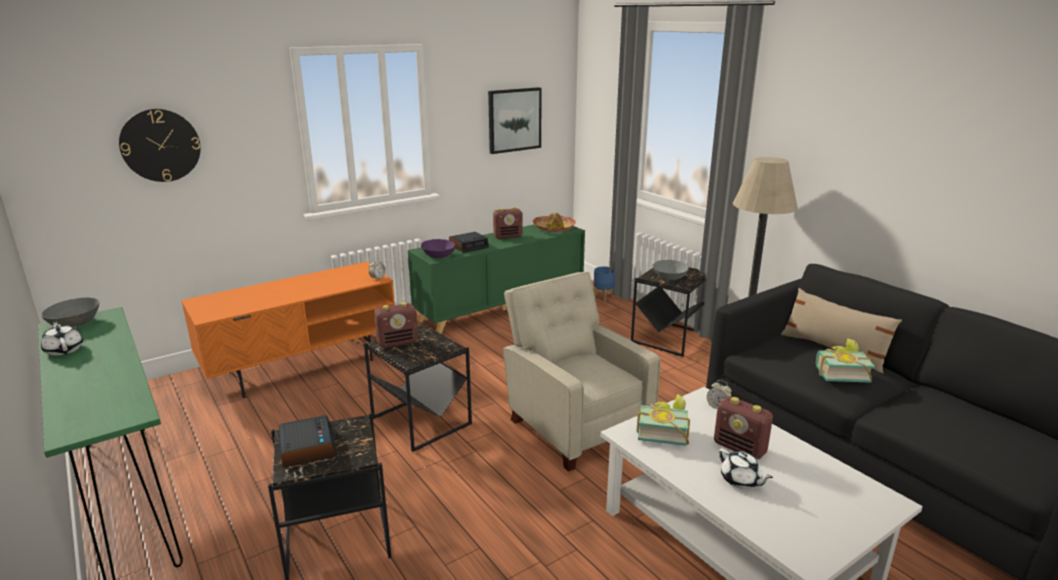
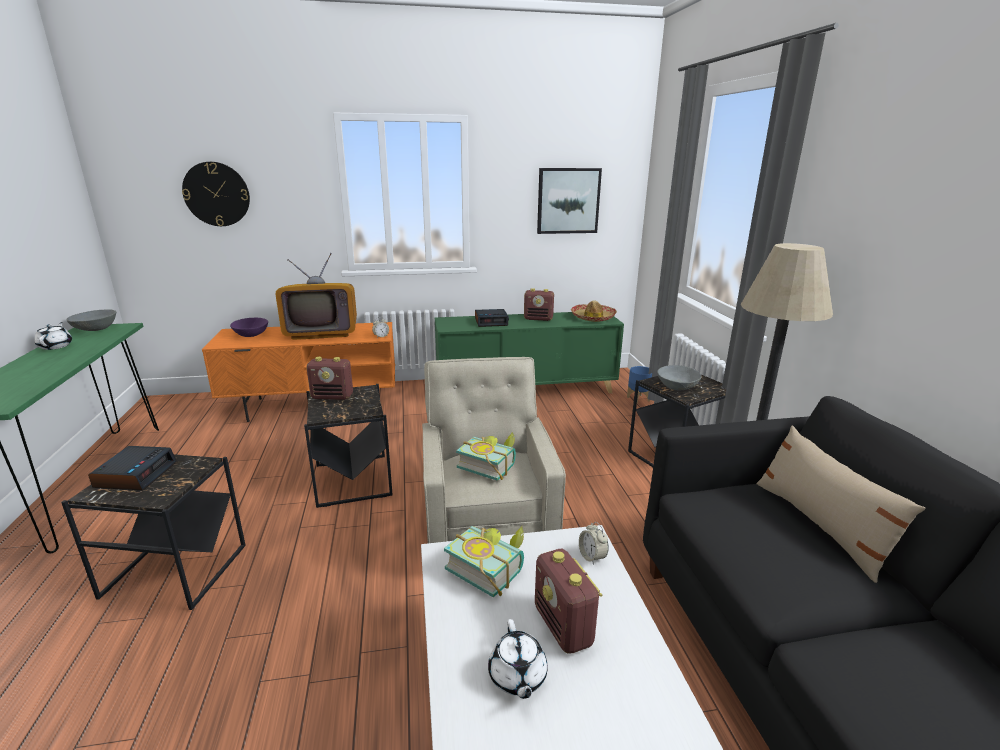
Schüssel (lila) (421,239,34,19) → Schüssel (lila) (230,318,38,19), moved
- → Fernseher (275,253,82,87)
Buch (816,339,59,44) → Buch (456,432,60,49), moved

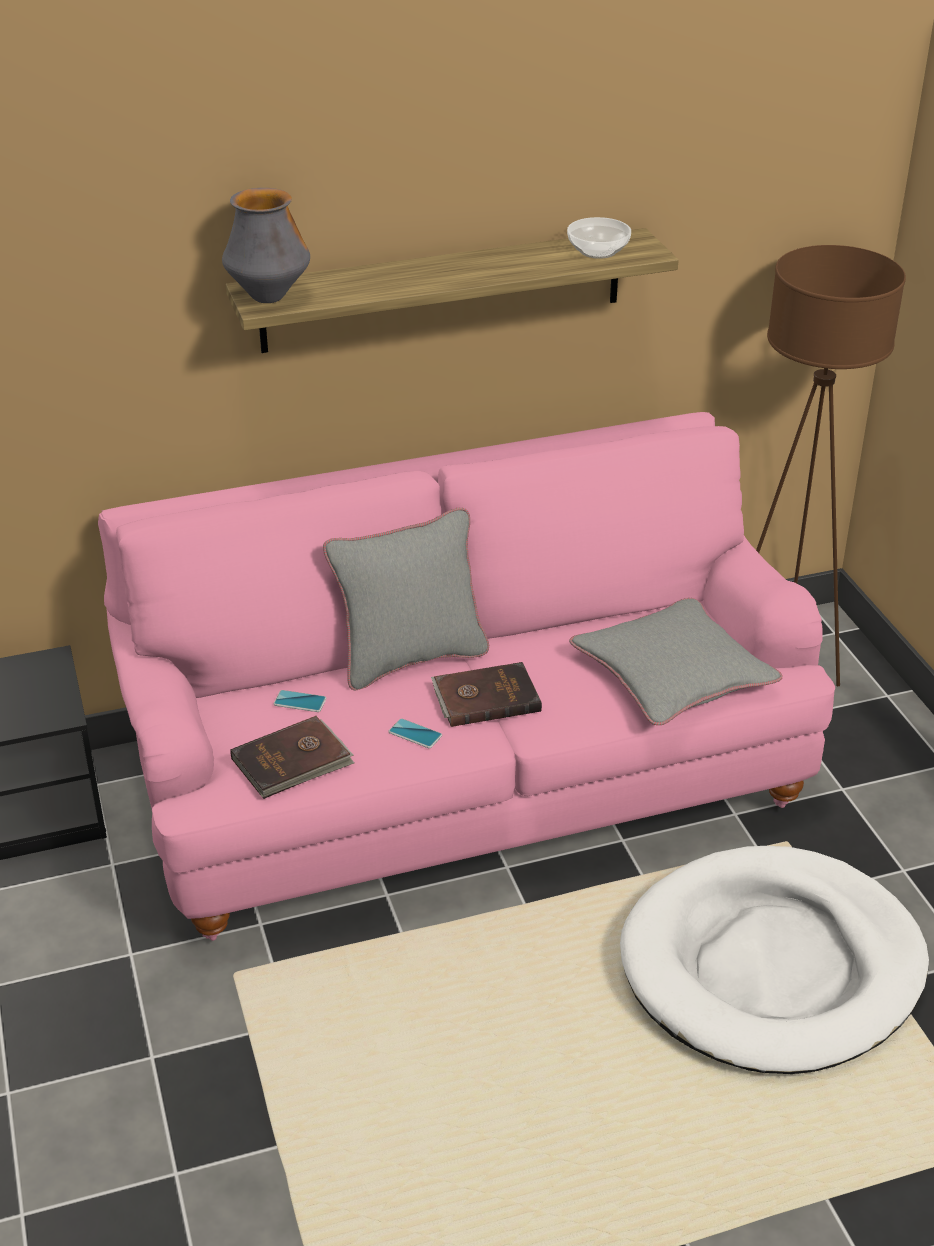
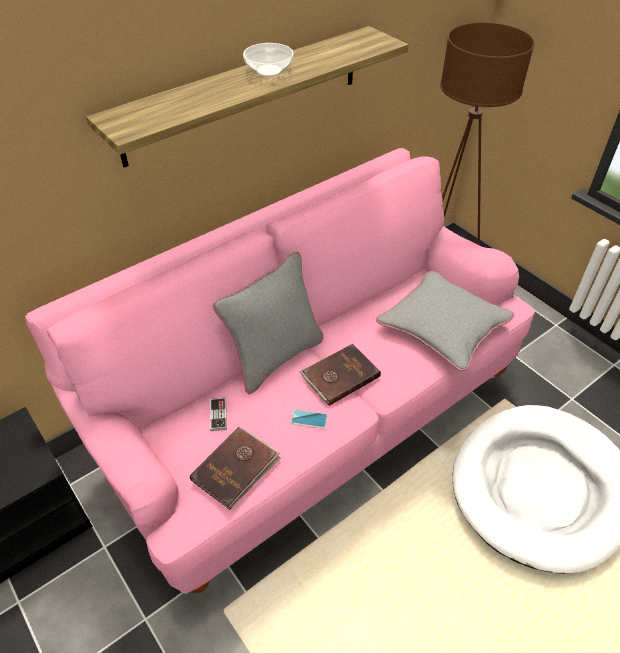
Handy (274,690,52,22) → Gamepad (210,398,17,33)
Schüssel (567,217,64,42) → Schüssel (243,43,50,34), moved
Vase (222,188,88,115) → -

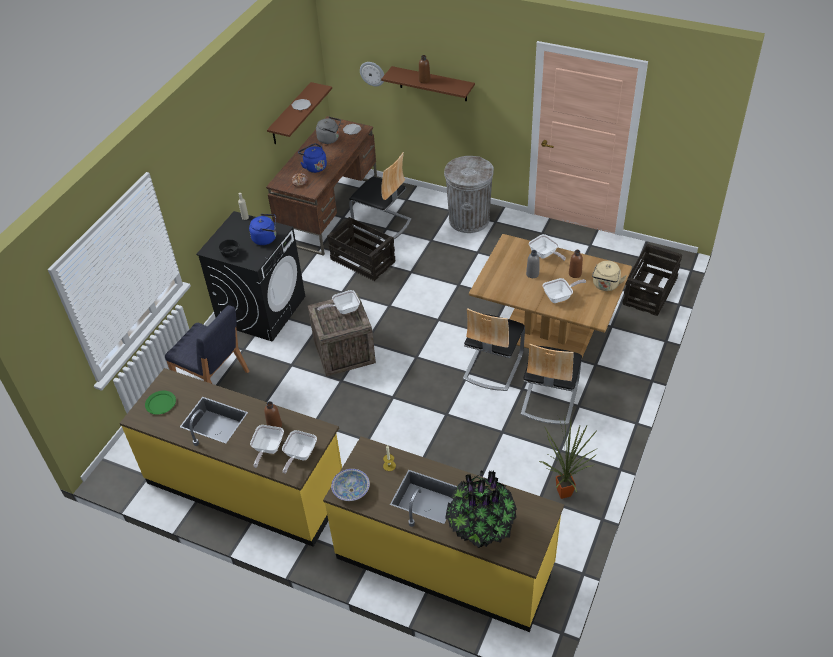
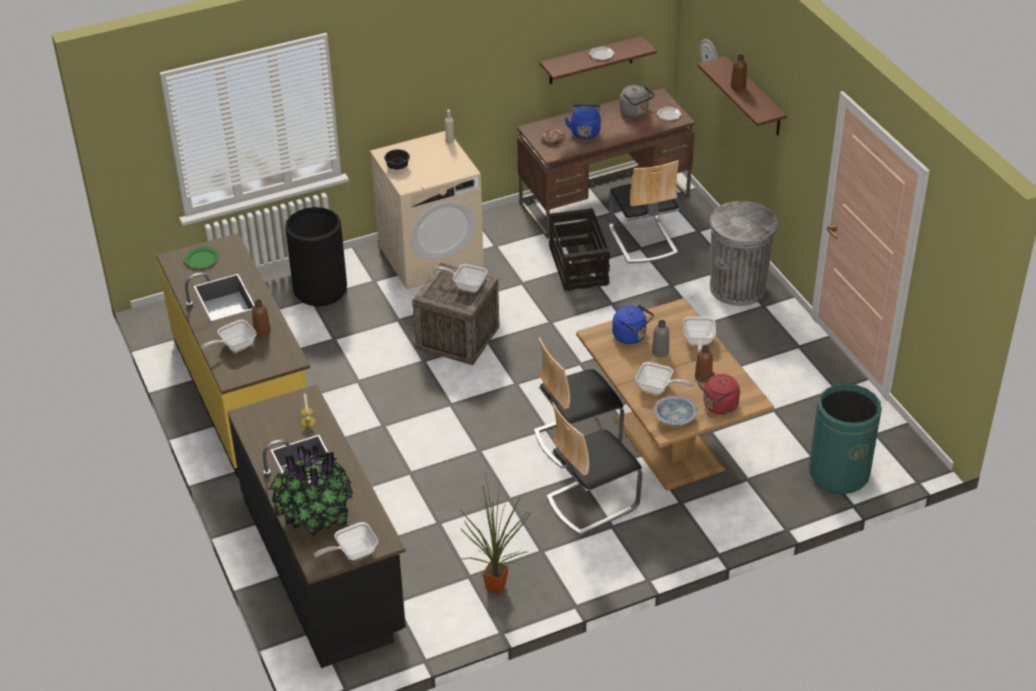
Küchenzeile (gelb) (323,436,241,196) → Küchenzeile (schwarz) (227,384,179,284)
Stuhl (blau) (165,305,84,79) → Mülleimer (schwarz) (285,207,62,99)
Pfanne (282,430,35,44) → Pfanne (314,522,64,38), moved
Waschmaschine (schwarz) (196,211,109,131) → Waschmaschine (beige) (370,131,114,158)
Wasserkessel (blau) (249,214,27,31) → Wasserkessel (blau) (612,305,42,39), moved
Schüssel (331,469,39,32) → Schüssel (654,396,43,30), moved
Wasserkessel (beige) (592,261,35,30) → Wasserkessel (rot) (698,372,42,43)
Kiste (622,244,60,72) → Mülleimer (grün) (809,384,73,110)

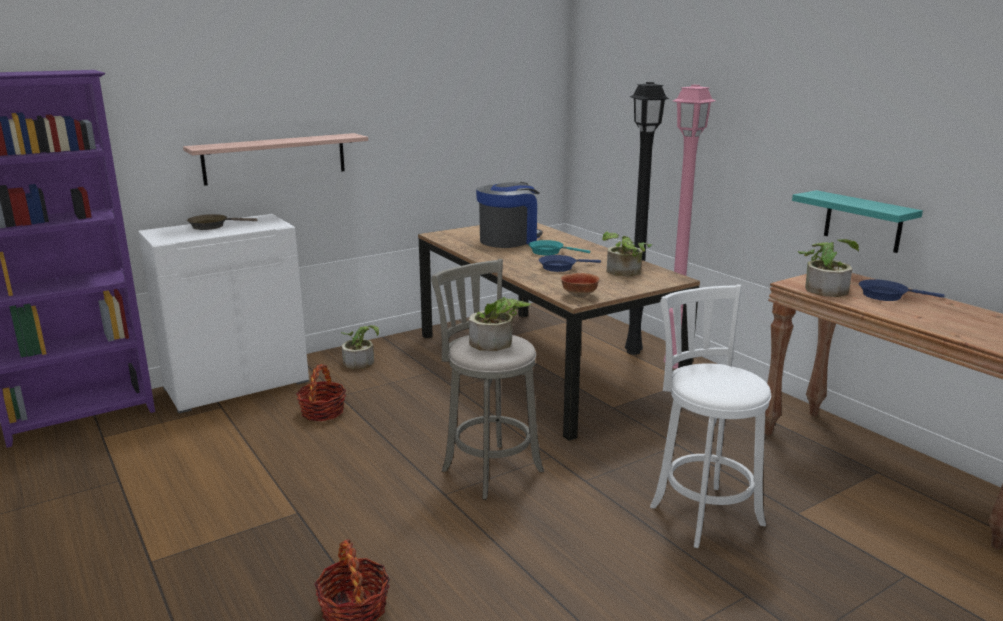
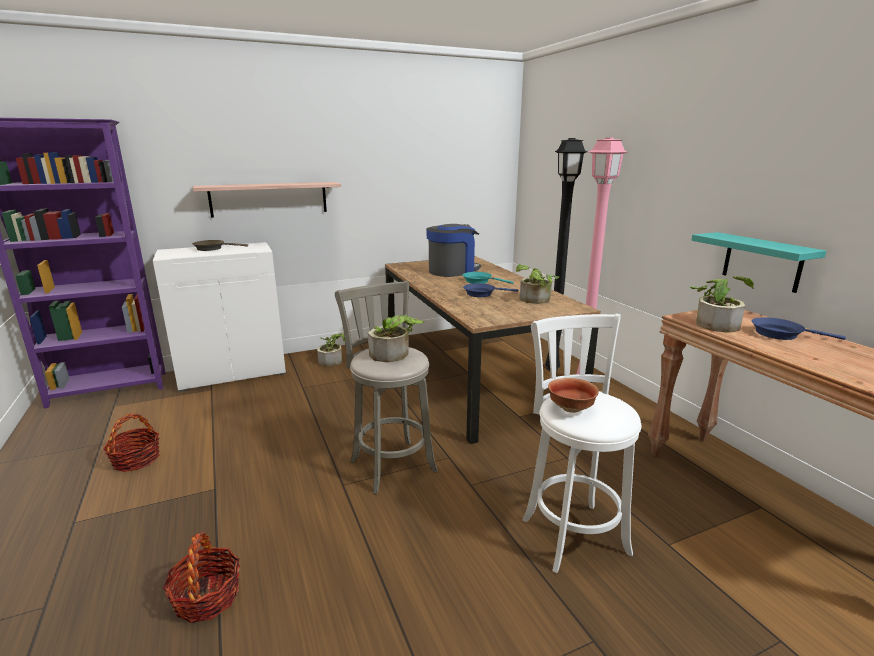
Korb (296,364,50,57) → Korb (103,414,57,58), moved
Schüssel (561,273,38,25) → Schüssel (548,378,51,35), moved

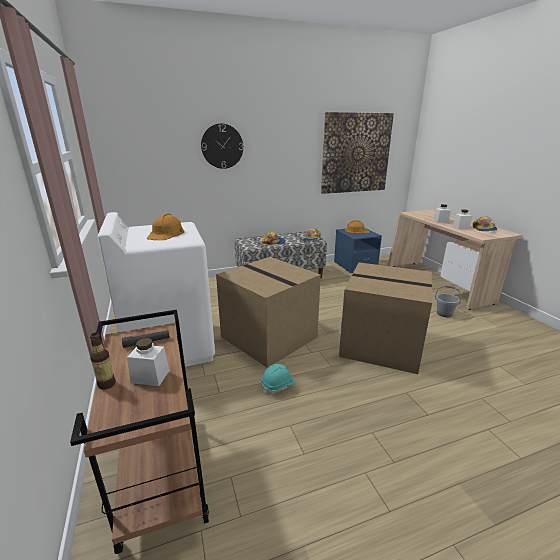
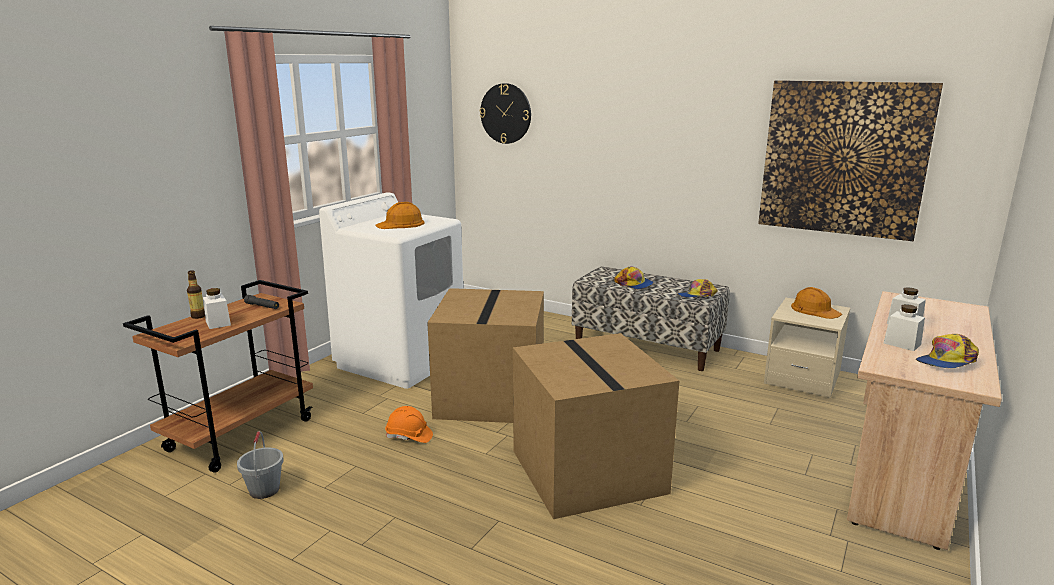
Eimer (grau) (435,286,26,31) → Eimer (grau) (237,431,47,68), moved
Schutzhelm (türkis) (261,364,35,31) → Schutzhelm (orange) (385,406,48,37)
Wanduhr (201,123,42,46) → Wanduhr (480,83,51,61), moved
Nachttisch (blau) (334,228,48,45) → Nachttisch (beige) (764,298,86,100)

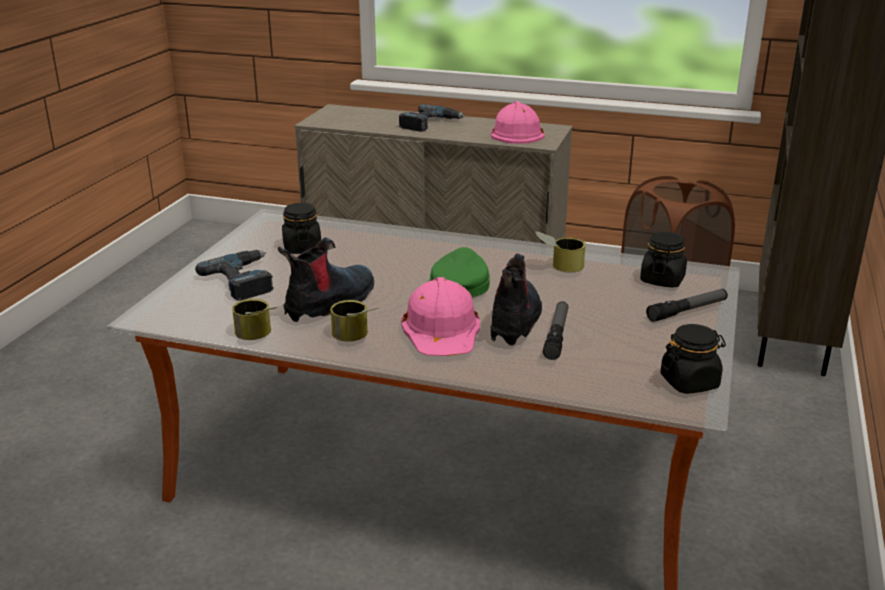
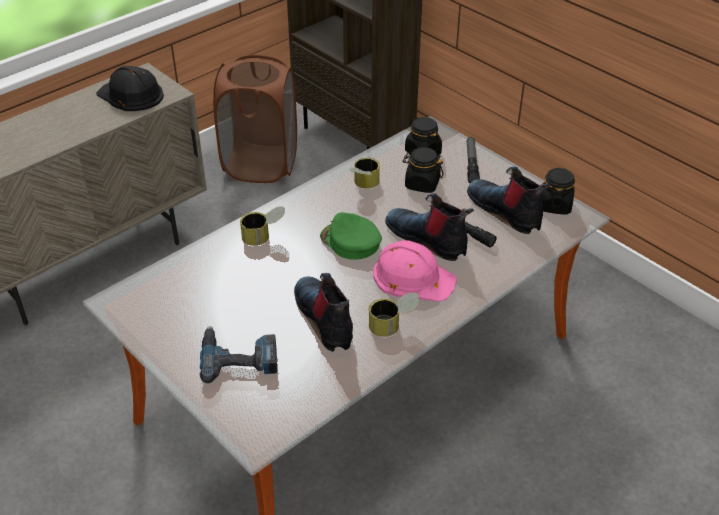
Schutzhelm (rosa) (491,101,54,43) → Schutzhelm (schwarz) (96,66,68,45)
Dose (232,299,45,41) → Dose (240,206,45,40), moved
Vorratsglas (schwarz) (282,203,39,51) → Vorratsglas (schwarz) (402,147,41,46), moved
- → Stiefel (467,167,83,67)
Bohrmaschine (399,104,66,28) → -

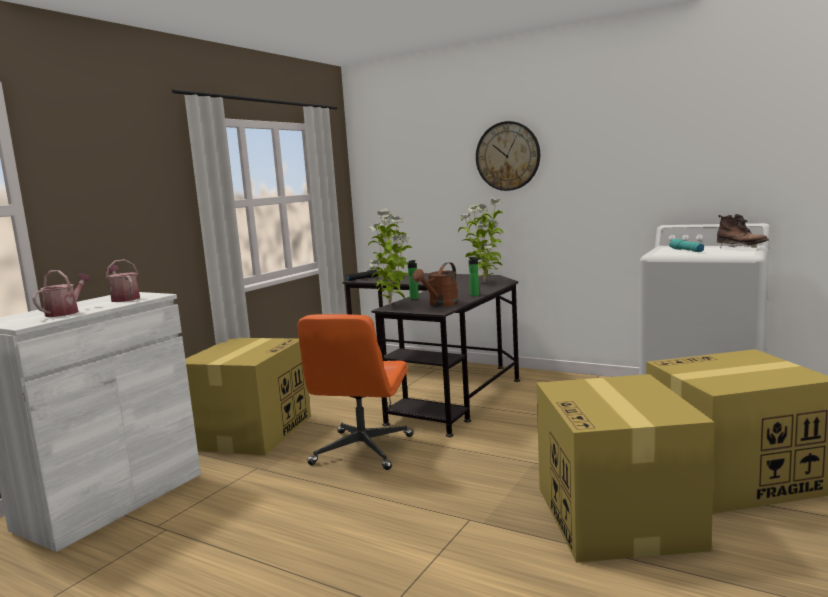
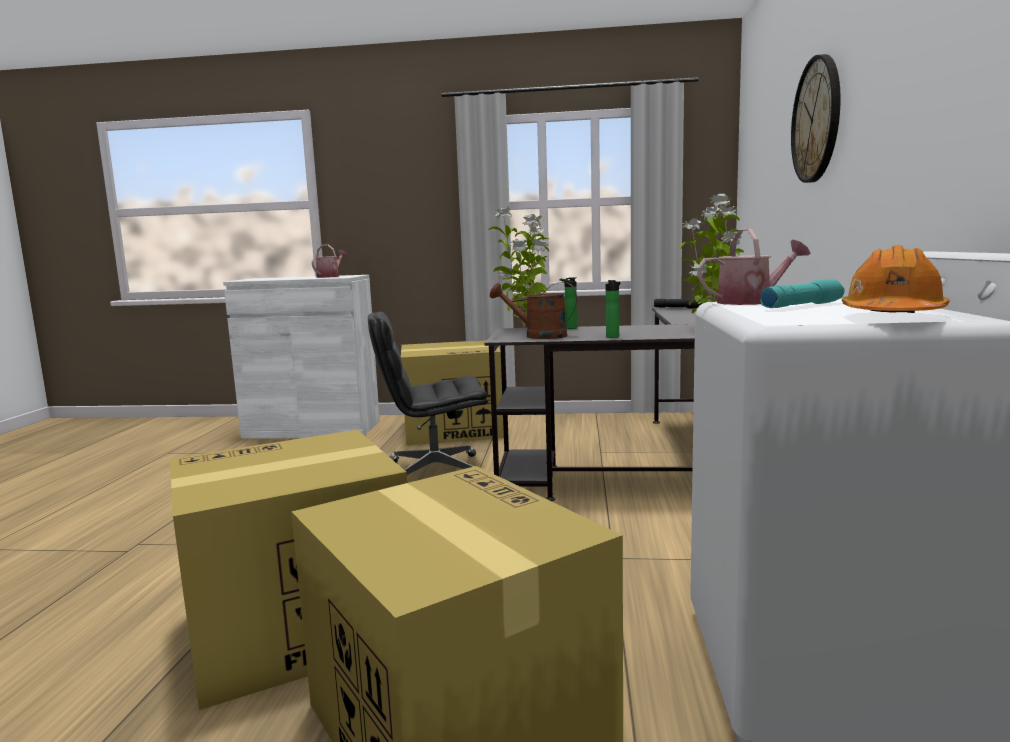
Bürostuhl (orange) (298,314,115,156) → Bürostuhl (schwarz) (368,312,120,163)
Gießkanne (32,270,59,47) → Gießkanne (697,228,113,77), moved
Stiefel (braun) (717,214,52,34) → Schutzhelm (orange) (842,245,108,68)

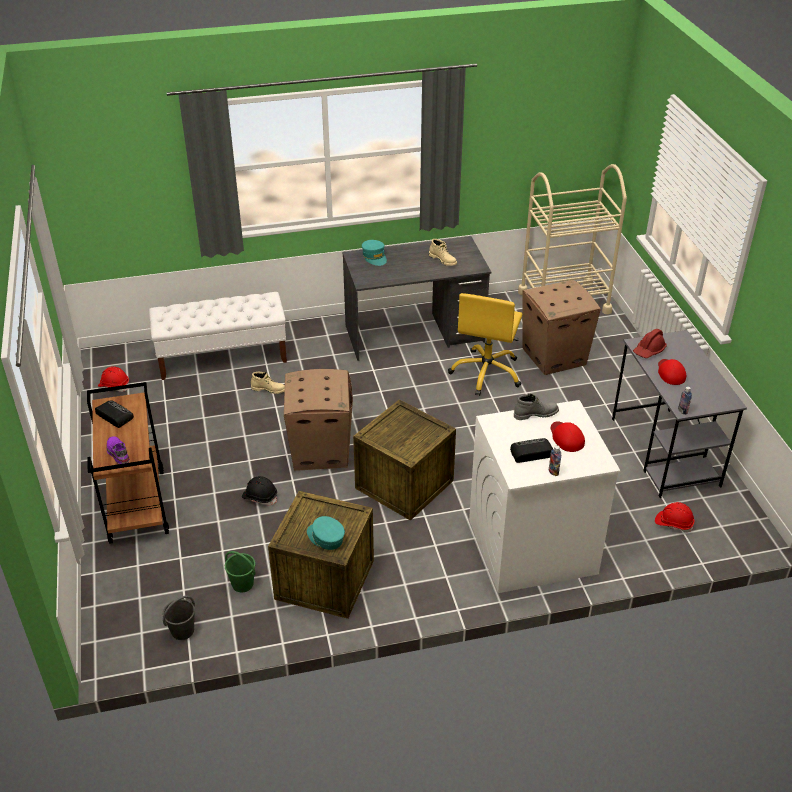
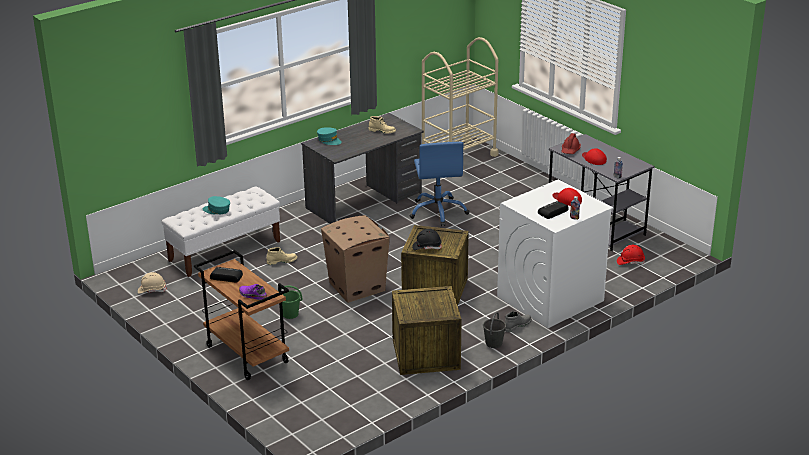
Schutzhelm (rot) (98,366,31,26) → Schutzhelm (beige) (138,272,28,22)
Kappe (türkis) (307,516,38,34) → Kappe (türkis) (203,196,27,18), moved
Eimer (grün) (225,551,31,41) → Eimer (grün) (281,286,21,33), moved
Bürostuhl (gelb) (448,293,74,103) → Bürostuhl (blau) (409,142,61,84)
Schutzhelm (schwarz) (242,476,35,29) → Schutzhelm (schwarz) (412,229,30,21), moved
Eimer (grau) (163,596,32,44) → Eimer (grau) (483,312,23,36), moved
Stiefel (grau) (514,394,45,26) → Stiefel (grau) (505,311,27,21), moved
Karton (523,280,78,95) → -

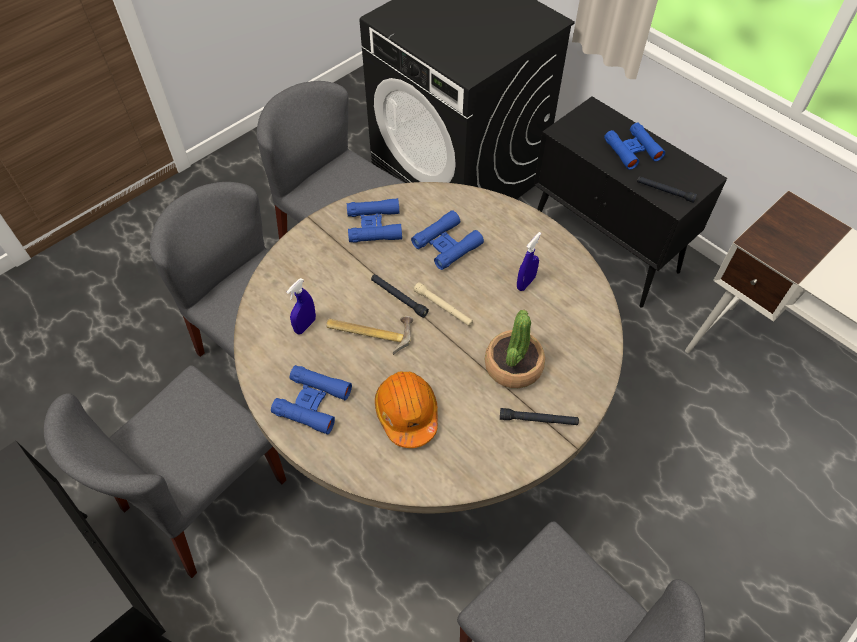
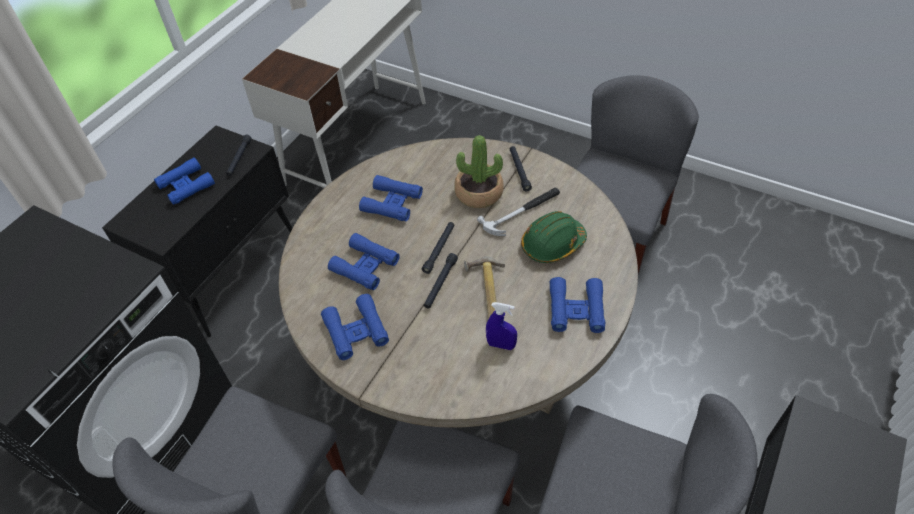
Sprühflasche (blau) (517,232,24,59) → Fernglas (blau) (359,175,64,46)
Taschenlampe (beige) (414,282,59,44) → Taschenlampe (schwarz) (422,222,33,52)
- → Hammer (477,188,83,48)
Schutzhelm (orange) (375,371,63,77) → Schutzhelm (grün) (521,211,66,52)

